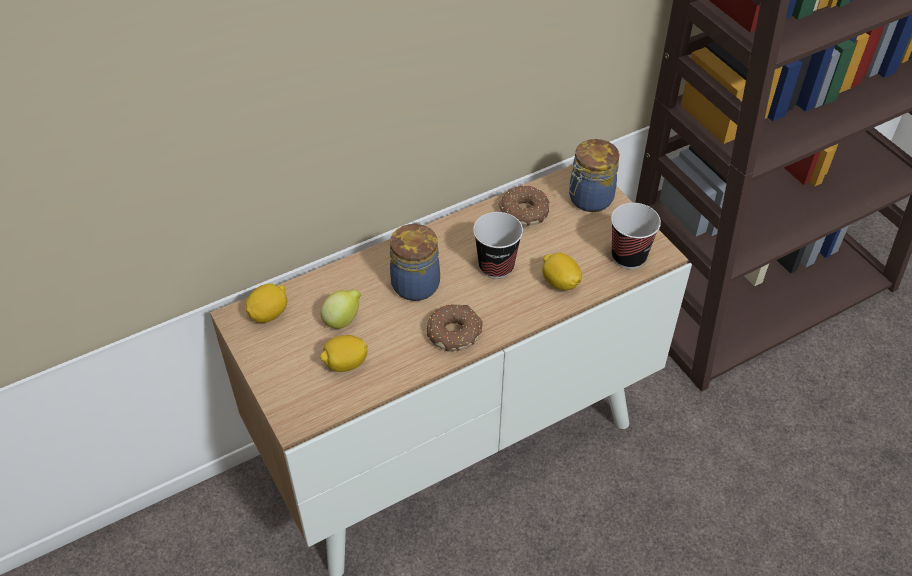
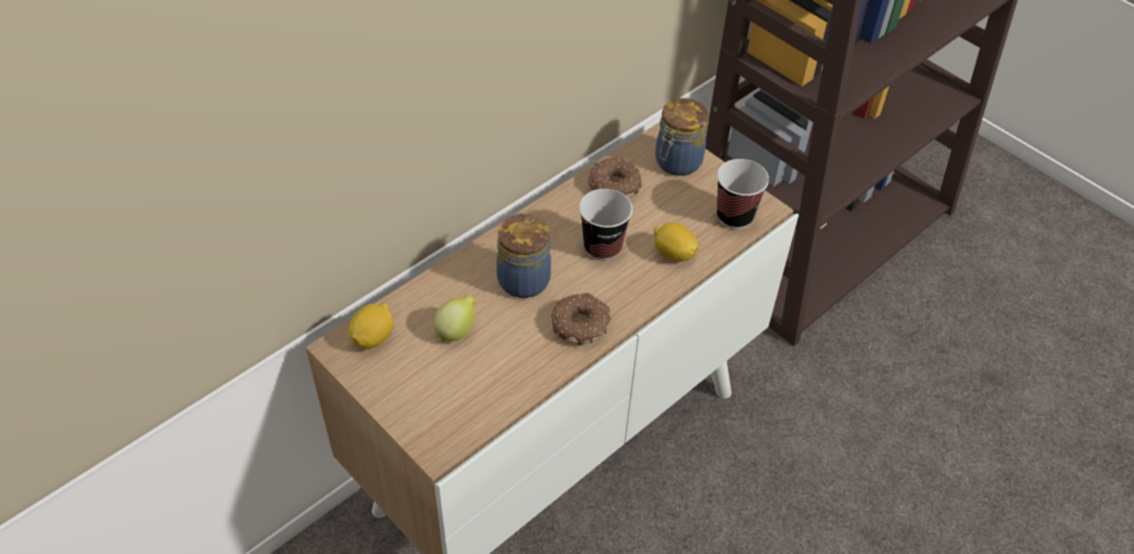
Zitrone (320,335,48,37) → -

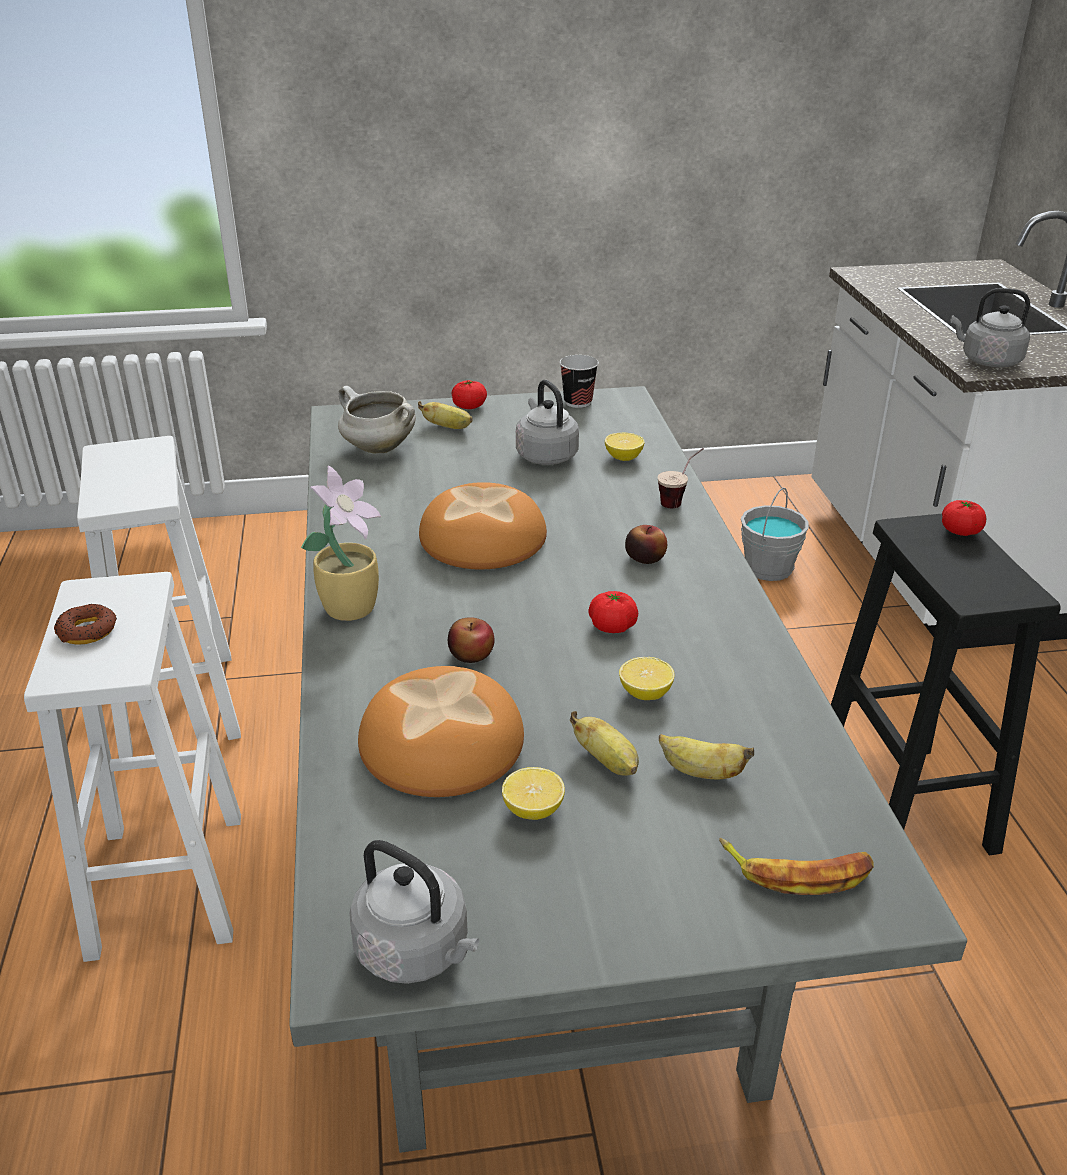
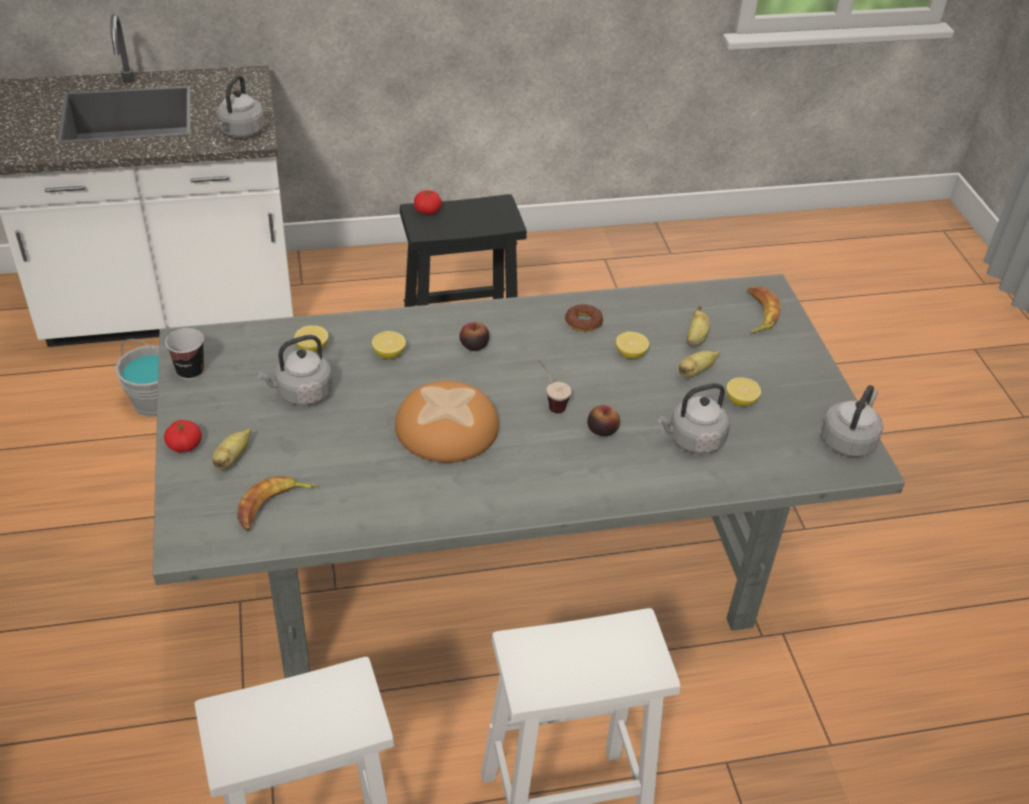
Kochtopf (weiß) (338,386,78,67) → Banane (237,476,81,55)
- → Zitrone (372,331,34,28)
Tasse (658,448,46,60) → Tasse (538,360,34,53), moved
Donut (54,604,63,41) → Donut (565,304,38,28), moved
Brot (358,666,166,131) → Wasserkessel (grau) (657,383,73,71)
Topfpflanze (301,465,80,156) → -
Tomate (588,591,50,42) → -

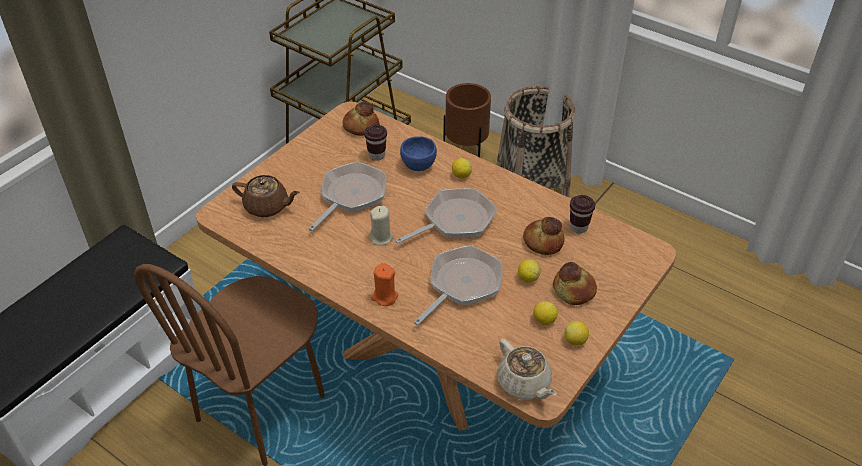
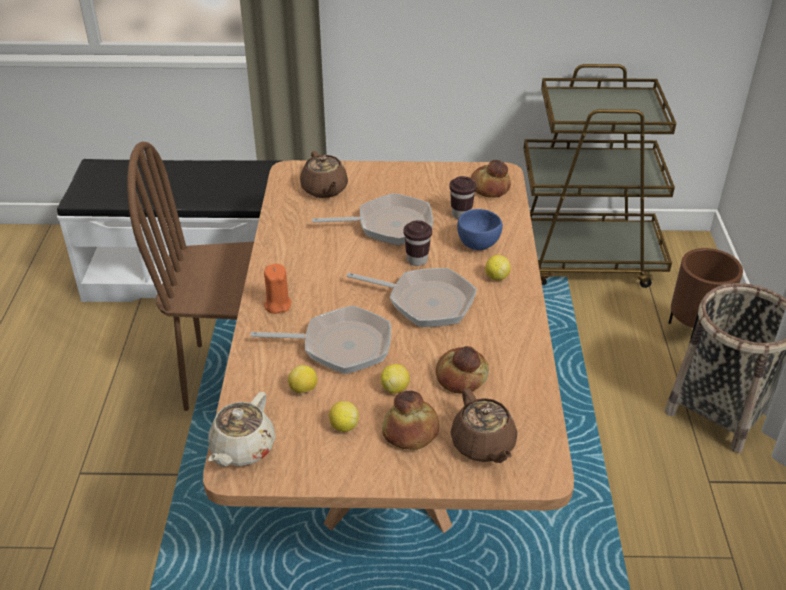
Zitrone (565,321,24,24) → Zitrone (288,365,29,29), moved
Tasse (braun) (570,195,25,38) → Tasse (braun) (404,220,28,46), moved
- → Teekanne (braun) (450,388,67,75)
Kerze (beige) (369,206,25,39) → -

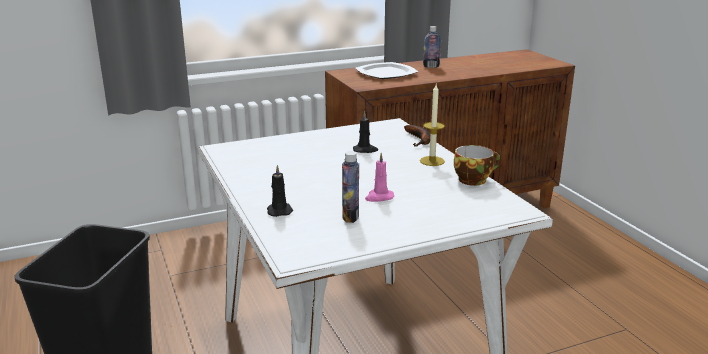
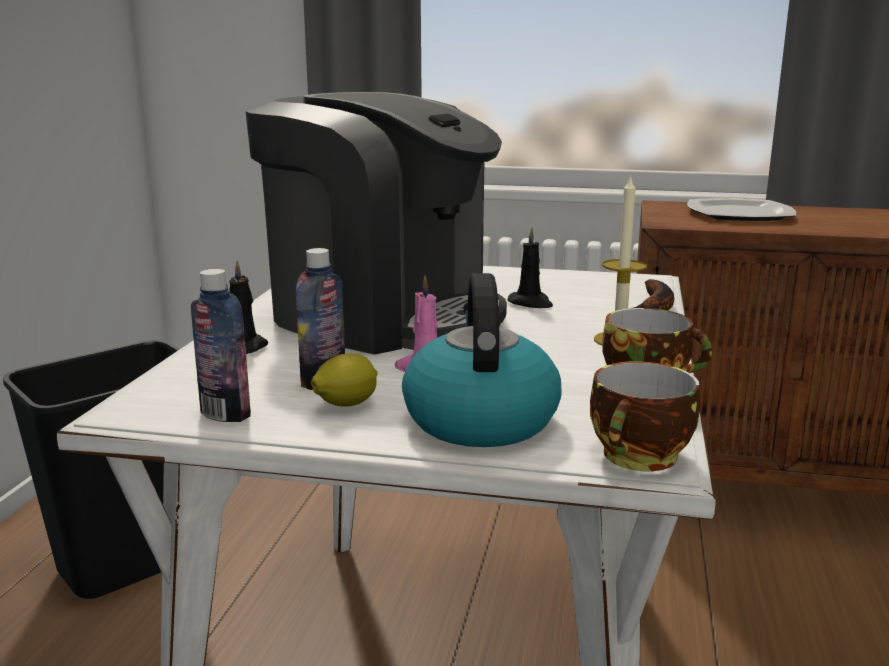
Flasche (423,26,18,42) → Flasche (191,269,60,153), moved
- → Kaffeemaschine (245,92,262,263)
- → Zitrone (311,353,66,54)
- → Wasserkessel (402,273,160,174)
- → Tasse (590,361,110,110)

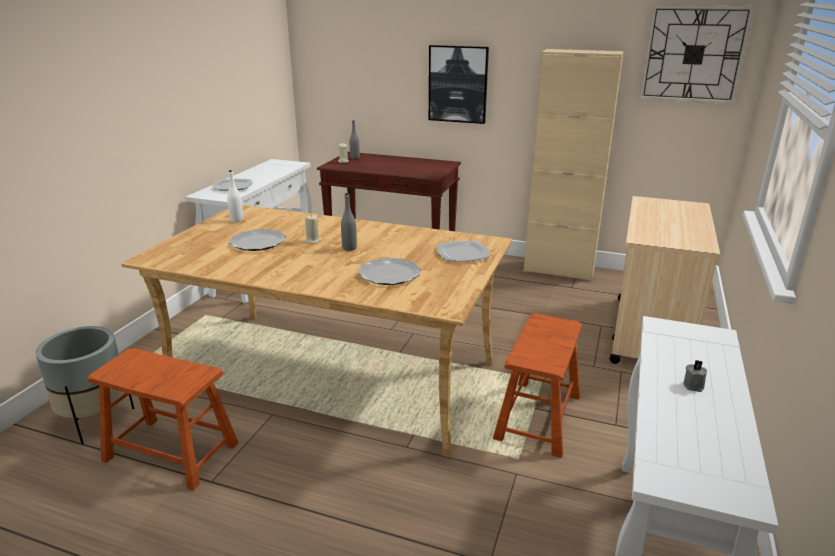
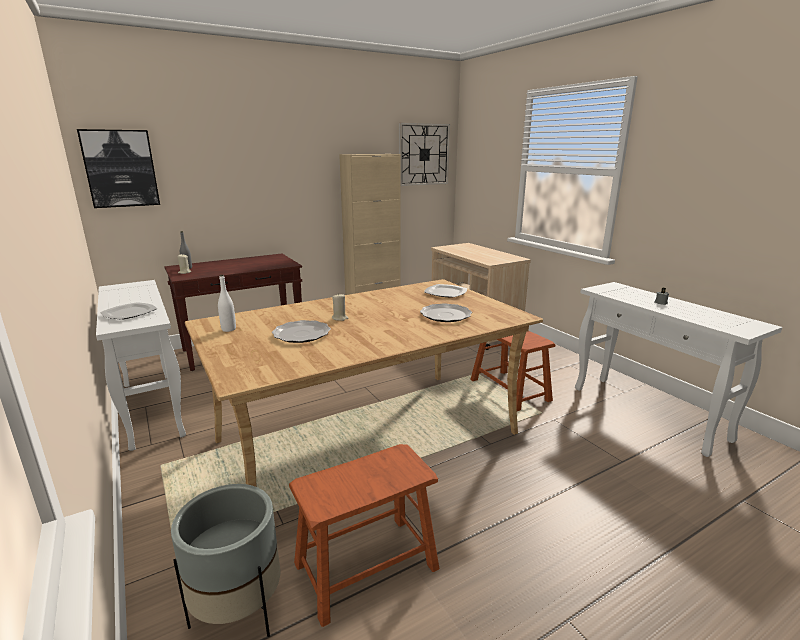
Bild (429,45,60,79) → Bild (77,129,83,79), moved
Flasche (grau) (341,193,16,58) → -

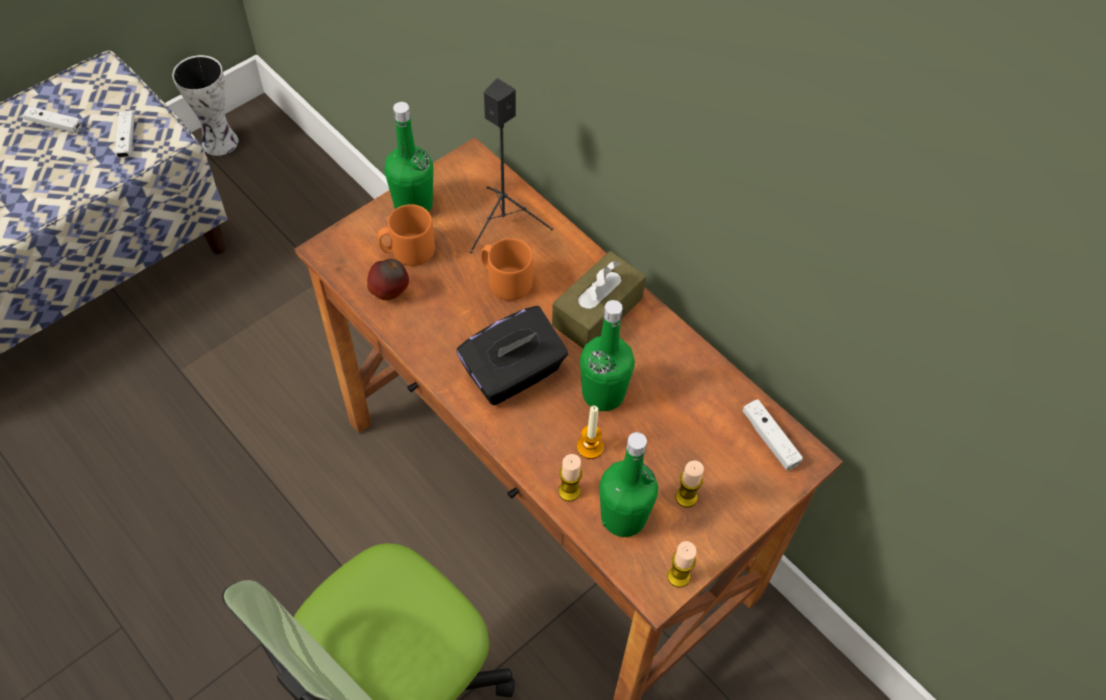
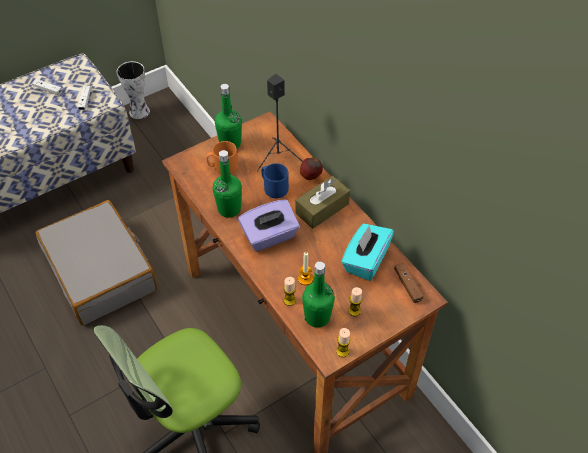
- → Koffer (grau) (35,200,122,125)
Flasche (grün) (580,300,55,111) → Flasche (grün) (213,150,29,68), moved
Taschentuchbox (schwarz) (457,306,111,99) → Taschentuchbox (lila) (238,199,62,53)
Henkelbecher (orange) (481,238,52,63) → Henkelbecher (blau) (261,163,28,35)
Apfel (367,259,42,41) → Apfel (300,157,23,23), moved
- → Taschentuchbox (türkis) (341,223,53,58)
Gamepad (weiß) (742,399,61,72) → Gamepad (braun) (394,263,30,40)

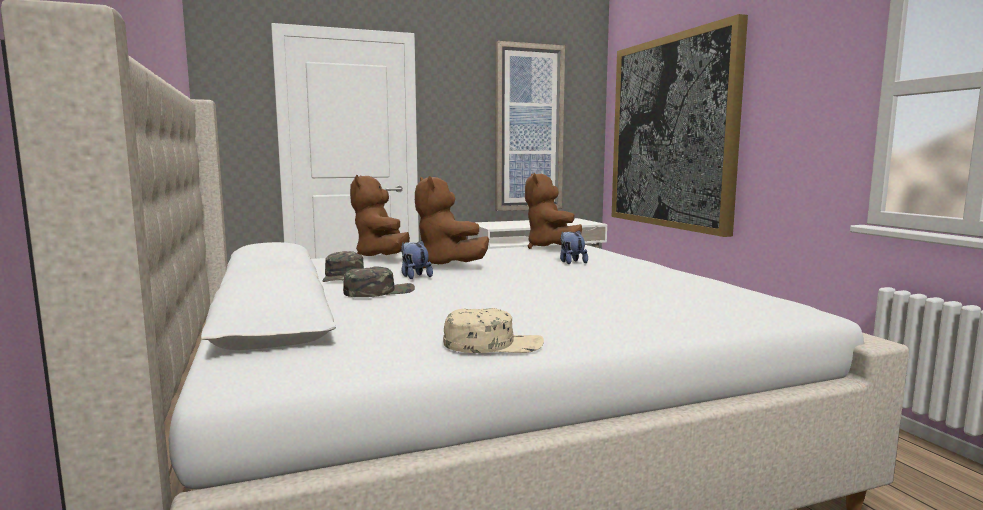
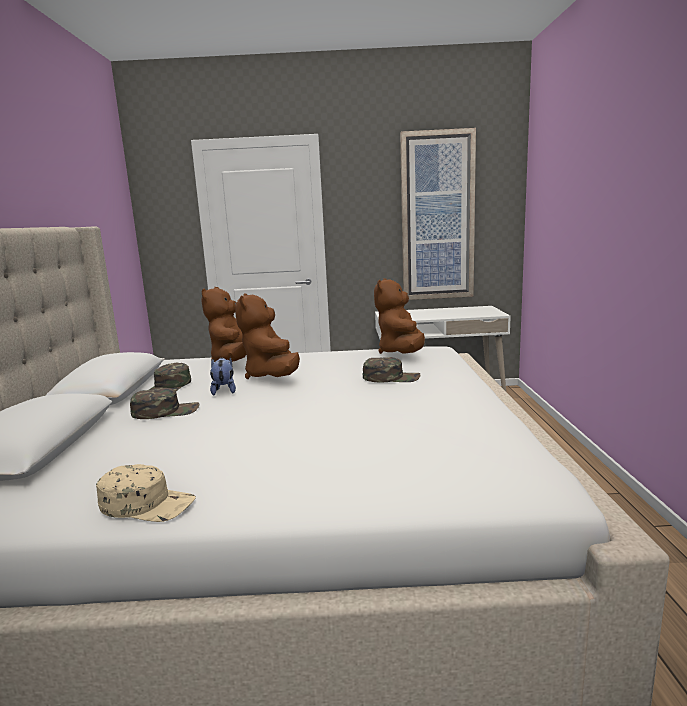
Plüschtier (560,230,28,34) → Kappe (grün) (363,357,57,25)
Bild (612,14,136,223) → -

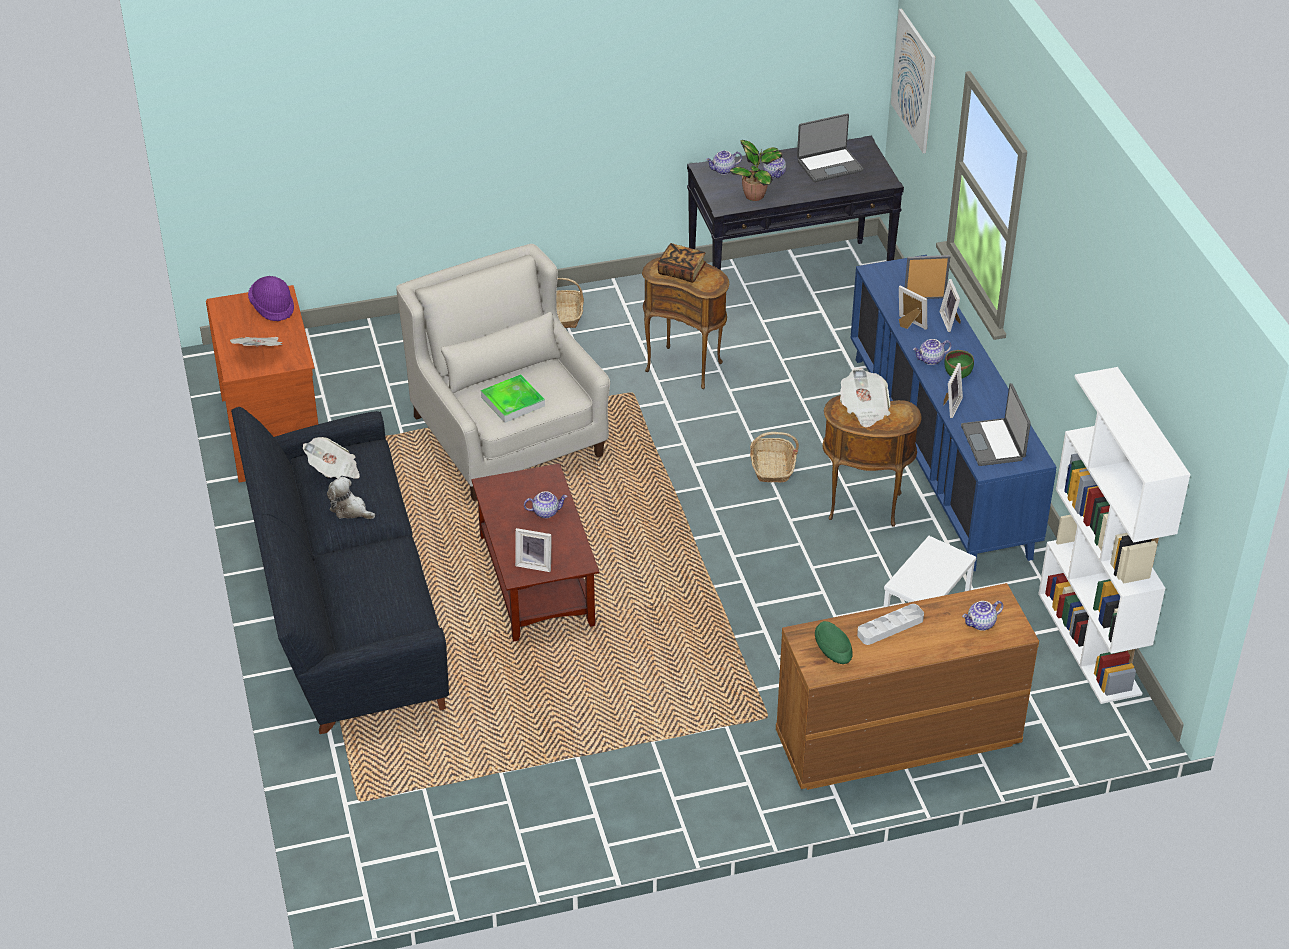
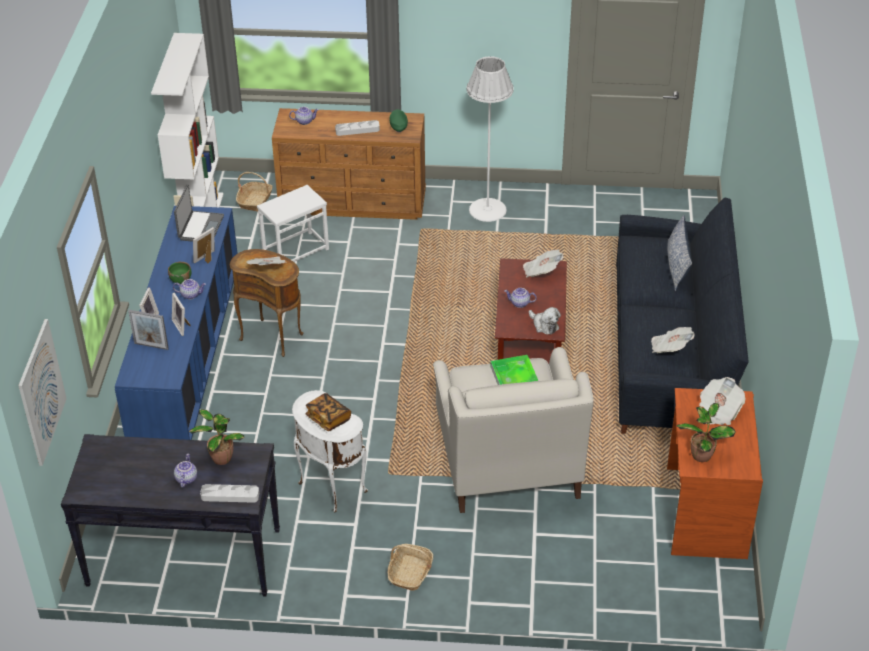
Teekanne (706,151,36,24) → Tablett (grau) (200,484,59,19)
Korb (750,432,49,51) → Korb (236,172,37,40), moved
Beistelltisch (braun) (642,257,87,132) → Beistelltisch (weiß) (292,390,76,122)
- → Stehlampe (weiß) (466,56,48,166)
Bilderrahmen (515,528,37,44) → Zeitung (523,249,40,29)
Plüschtier (327,477,48,42) → Plüschtier (529,307,32,28), moved
- → Kissen (667,215,25,76)
Hut (lila) (248,276,46,45) → Topfpflanze (676,403,60,59)
Laptop (797,113,66,69) → -

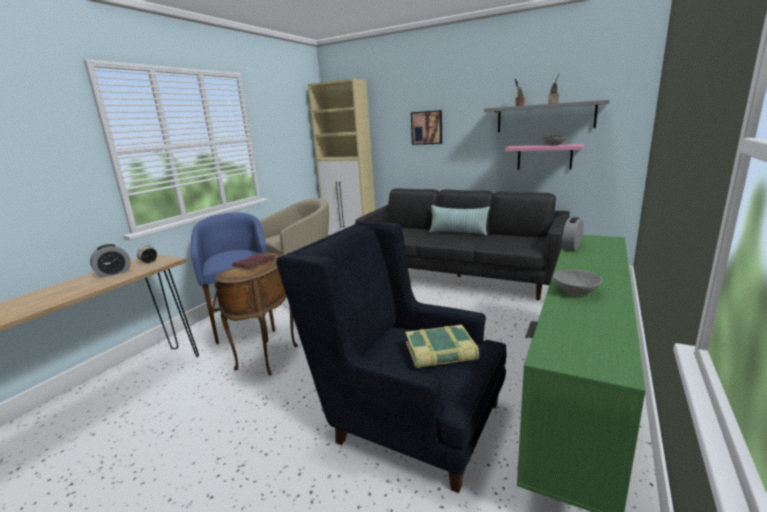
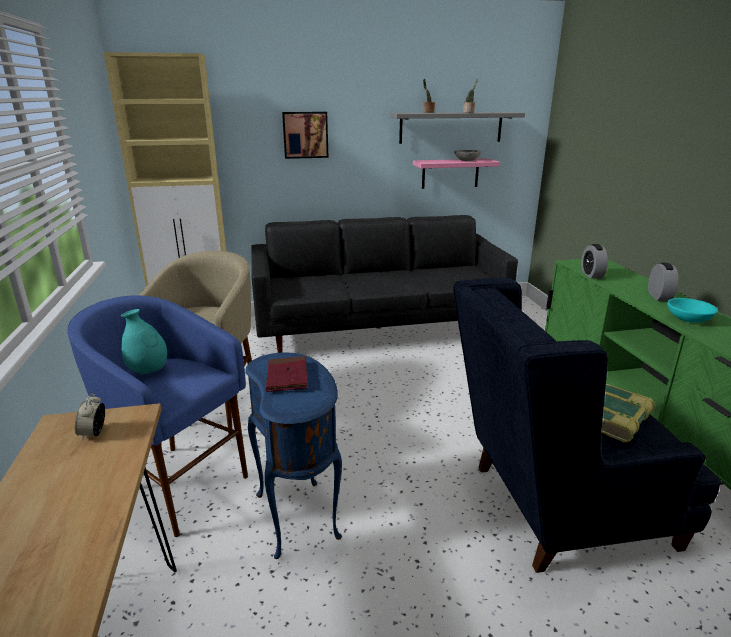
- → Vase (türkis) (121,309,46,65)
Beistelltisch (braun) (215,253,83,122) → Beistelltisch (blau) (245,352,97,207)
Wecker (90,244,41,34) → Wecker (648,263,30,38), moved
Schüssel (grau) (553,269,49,26) → Schüssel (türkis) (667,298,51,25)
Kissen (429,205,61,31) → -

